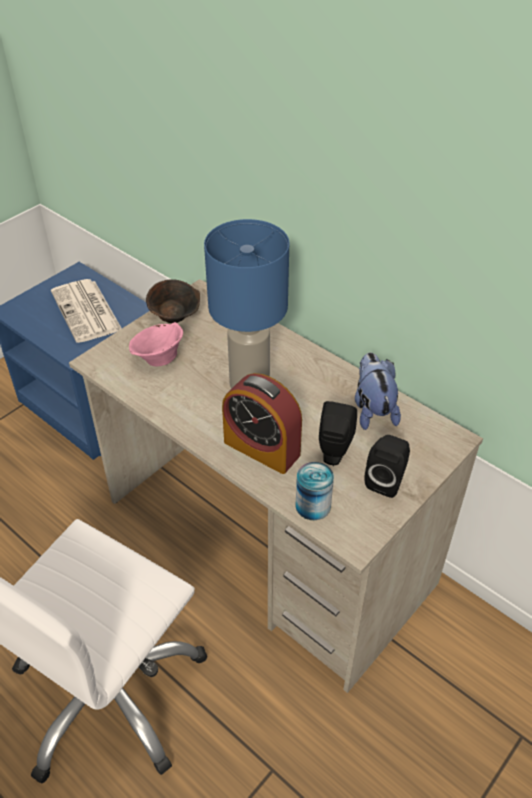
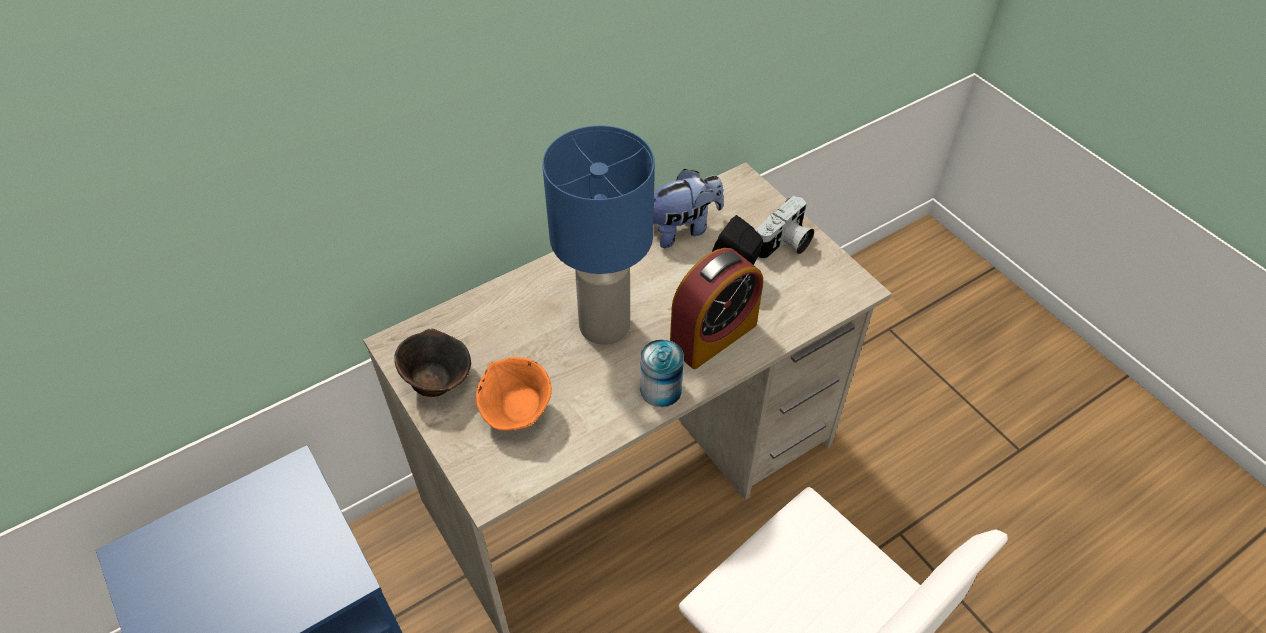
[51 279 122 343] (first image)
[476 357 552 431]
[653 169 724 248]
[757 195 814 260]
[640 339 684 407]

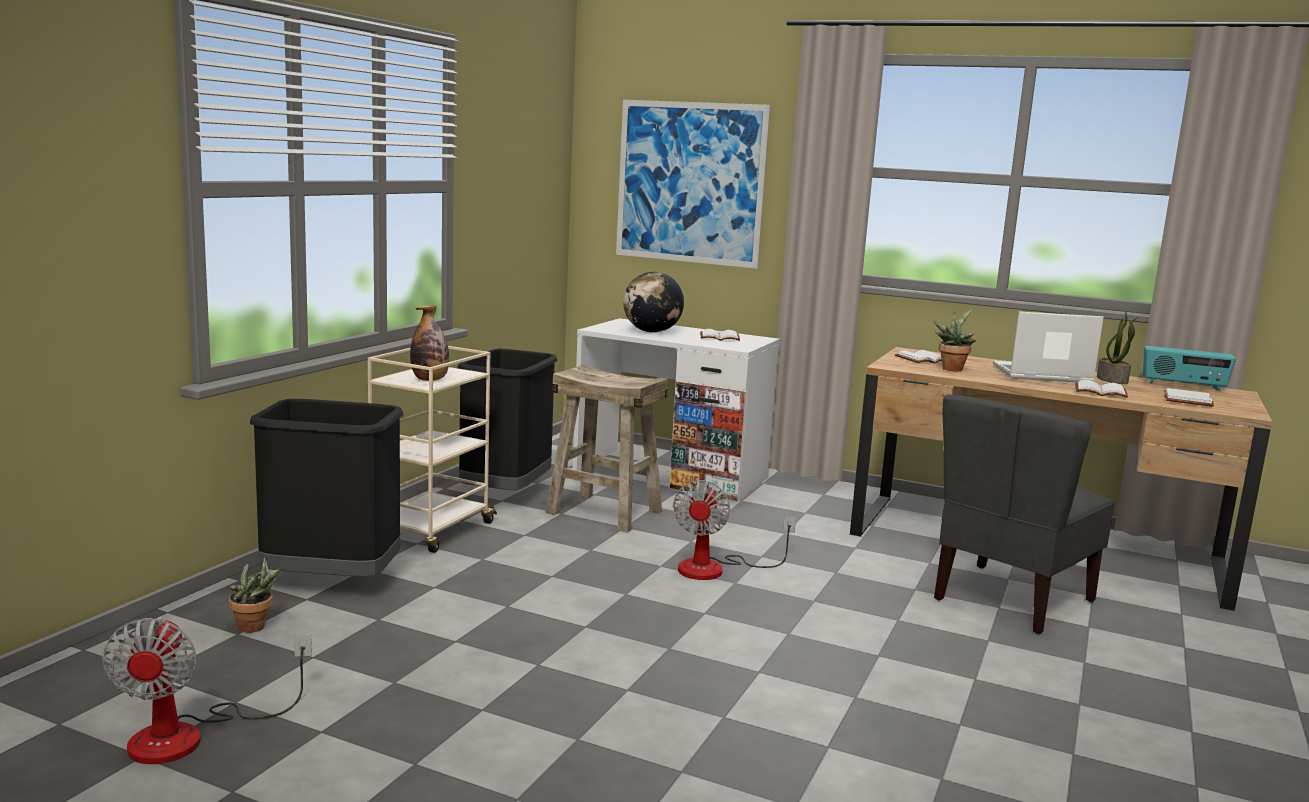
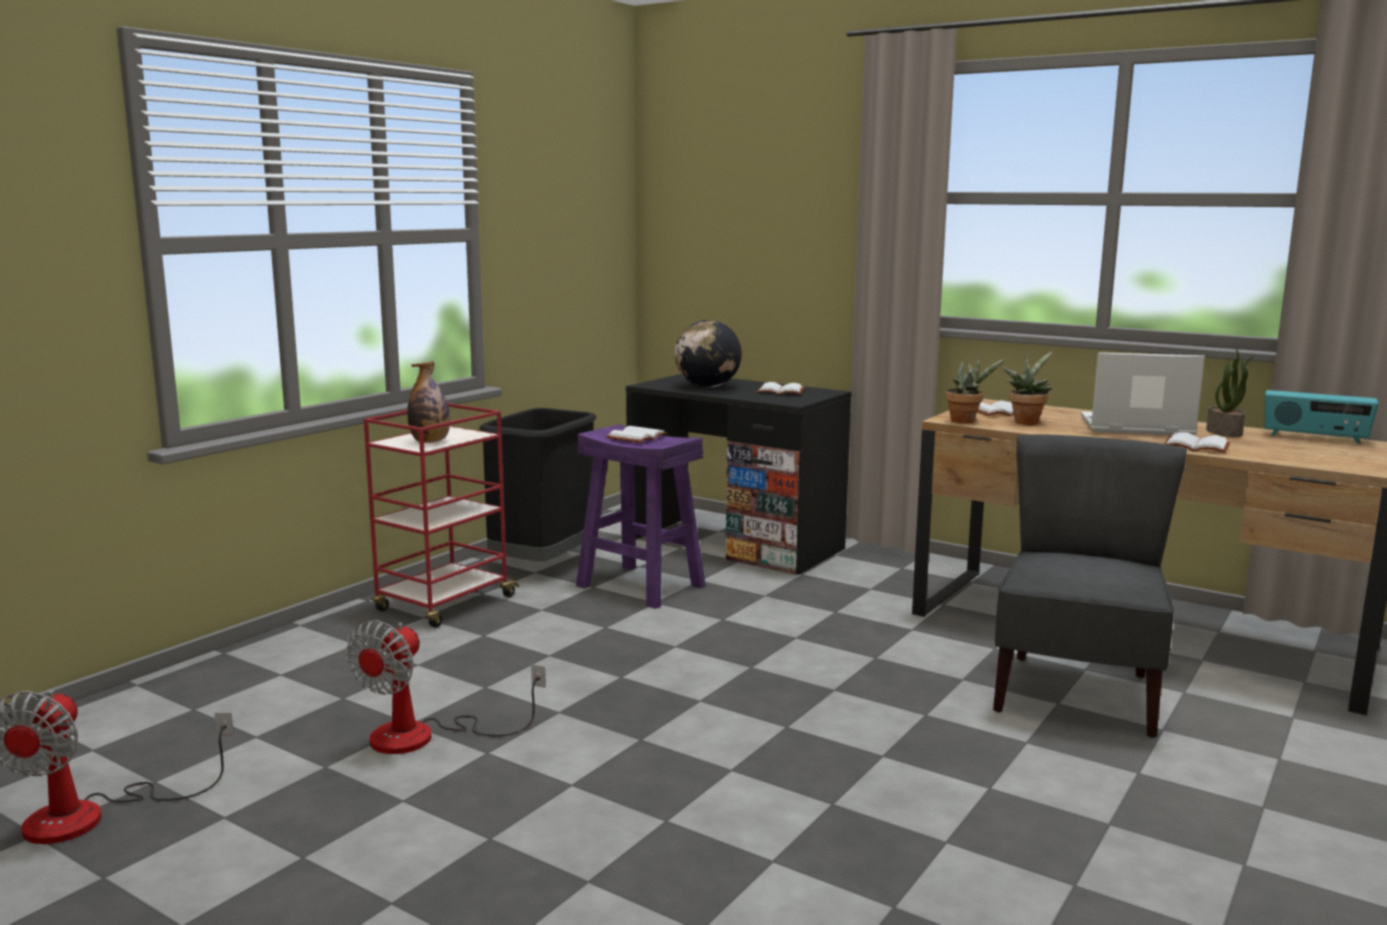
[616 100 771 269] (first image)
[626 374 852 575]
[364 403 519 628]
[576 424 706 609]
[606 426 667 443]
[993 435 1187 738]
[250 399 404 577] (first image)
[346 620 546 754]
[946 355 1006 424]

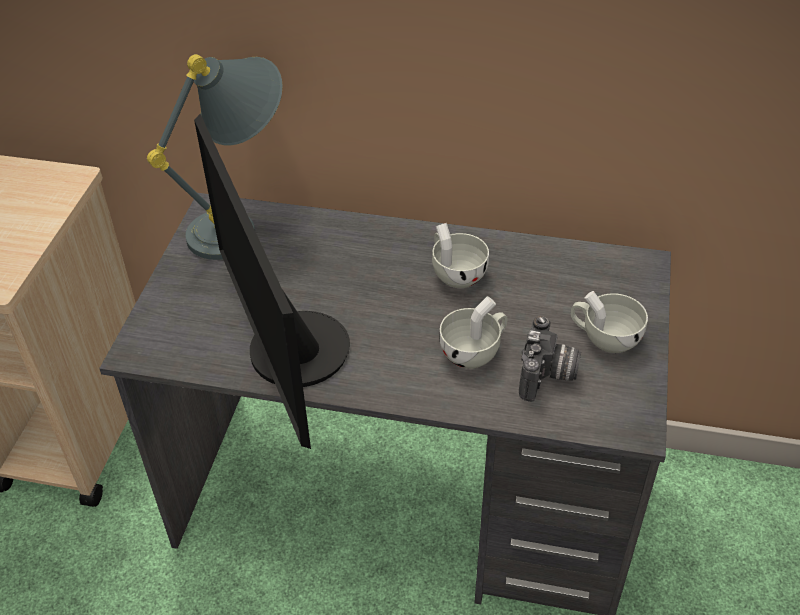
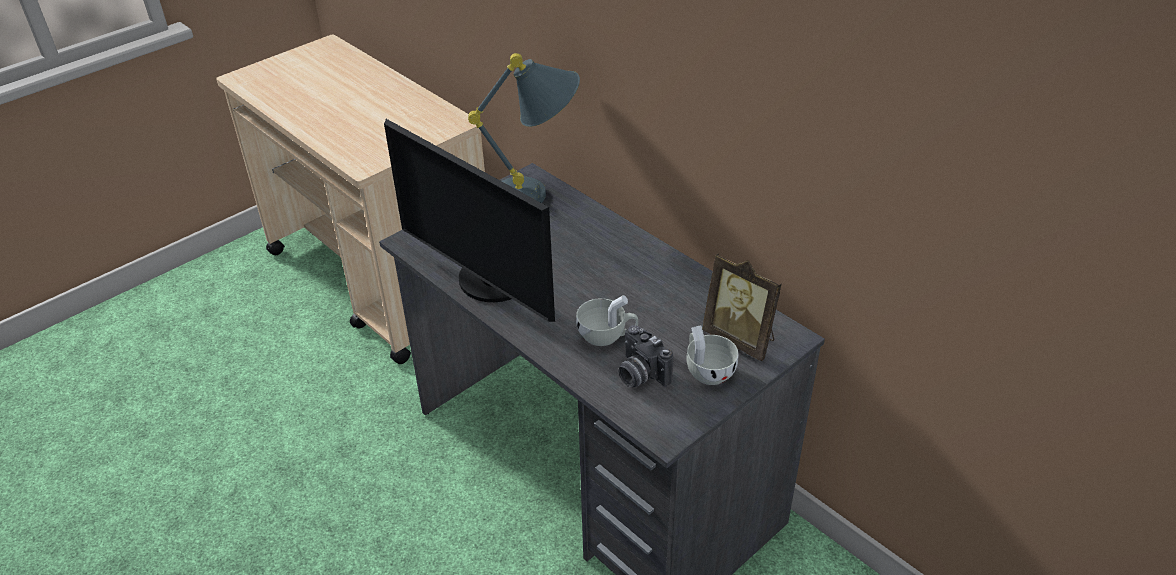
[384 119 555 322]
[432 223 489 288] (first image)
[618 325 673 387]
[702 253 782 361]

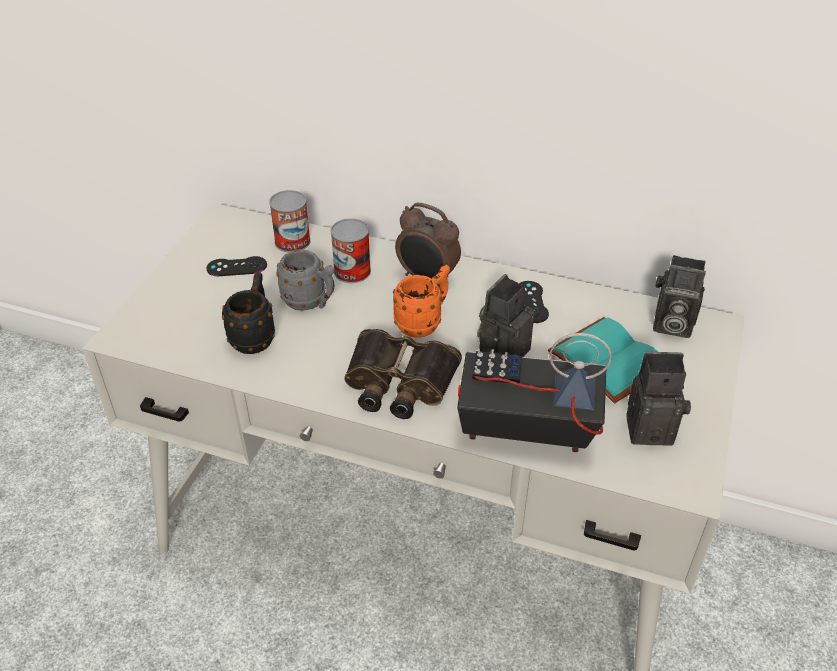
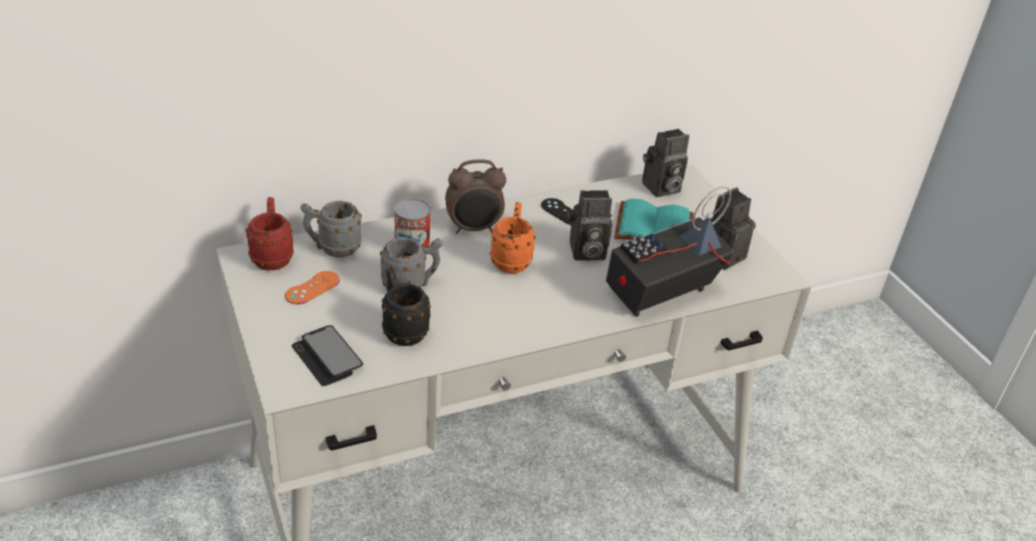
[300 201 362 257]
[285 271 340 304]
[568 190 612 261]
[344 329 462 419] (first image)
[245 197 294 270]
[292 325 363 386]

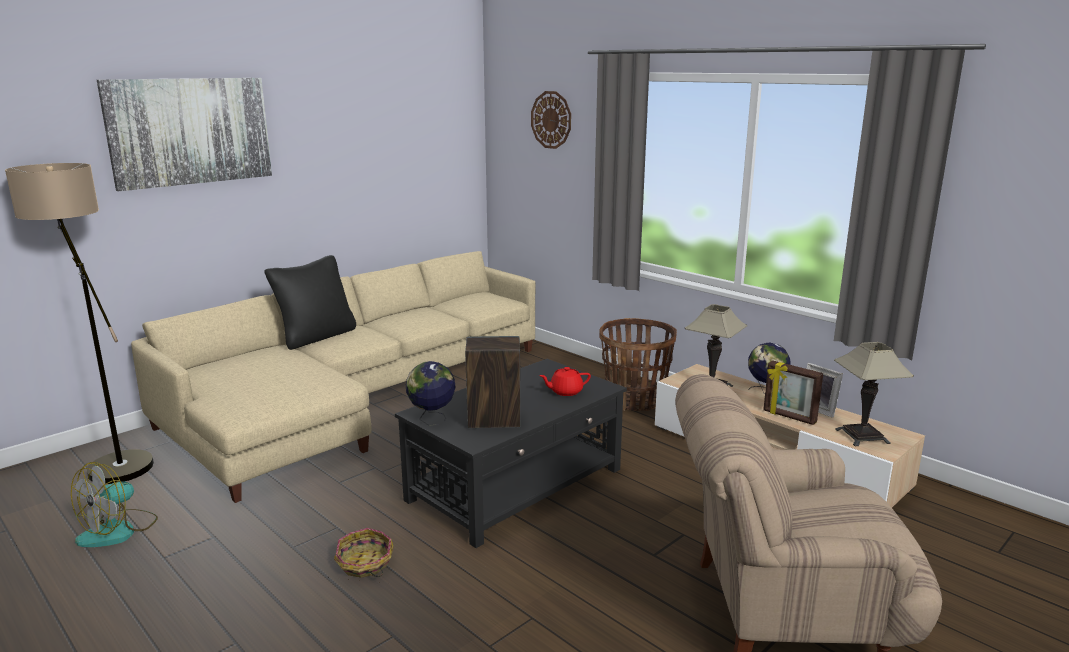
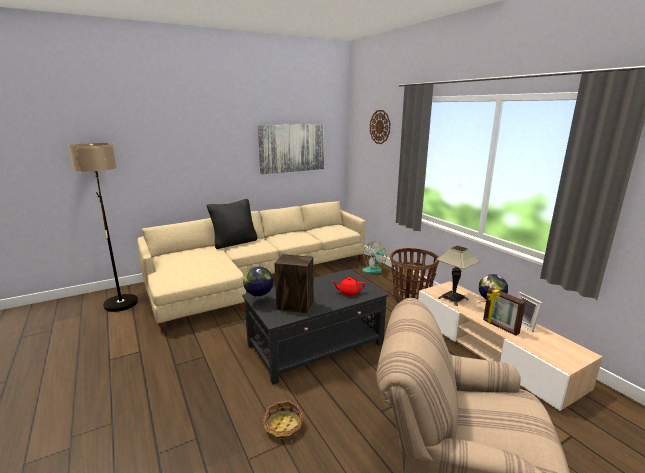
[258 124 324 174]
[834 342 914 446] (first image)
[362 242 387 273]
[263 400 304 443]

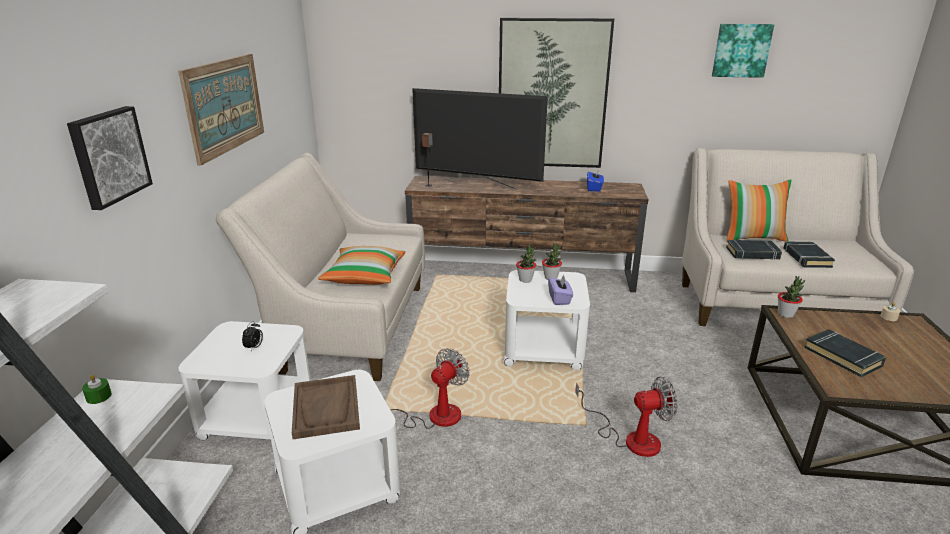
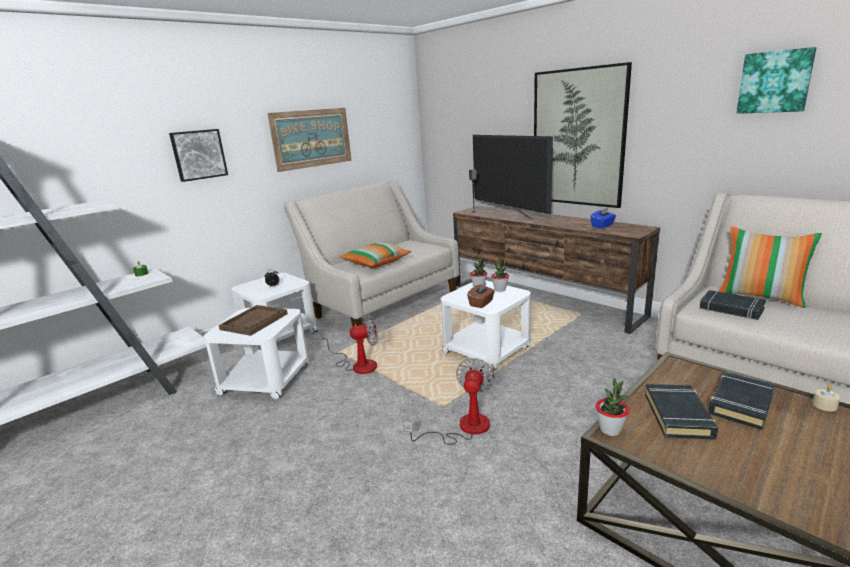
[709 372 775 430]
[467 282 495 308]
[596 378 629 436]
[403 358 495 445]

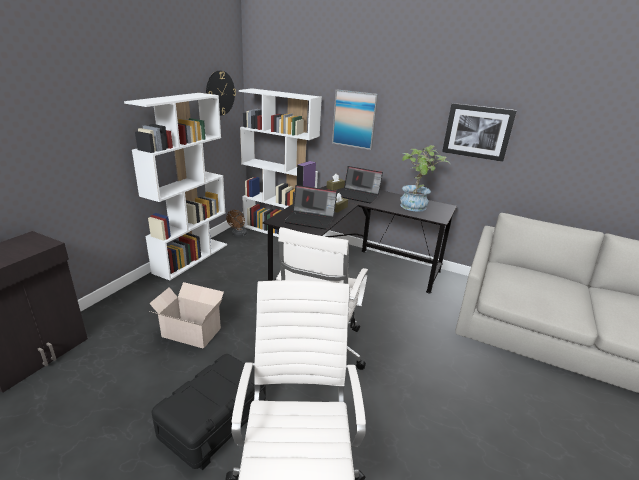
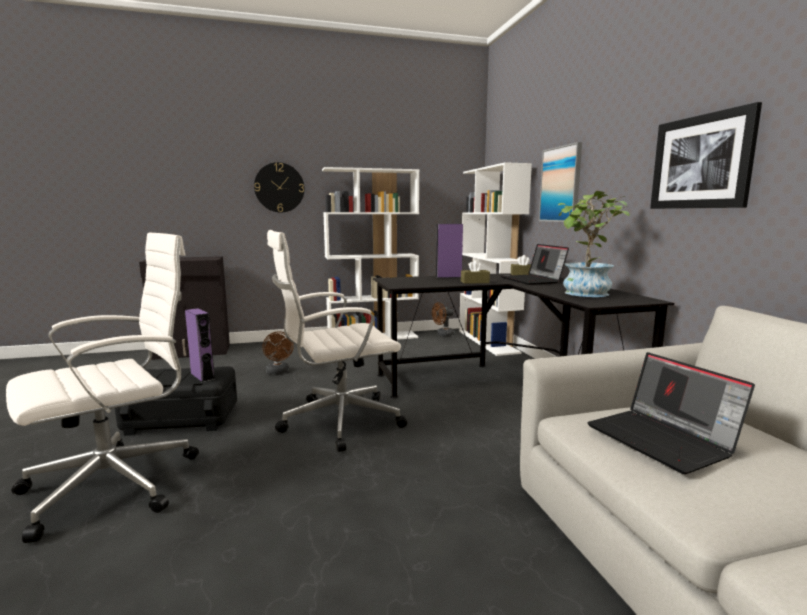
[254 162 304 213]
[587 352 755 474]
[262 331 294 374]
[185 308 215 382]

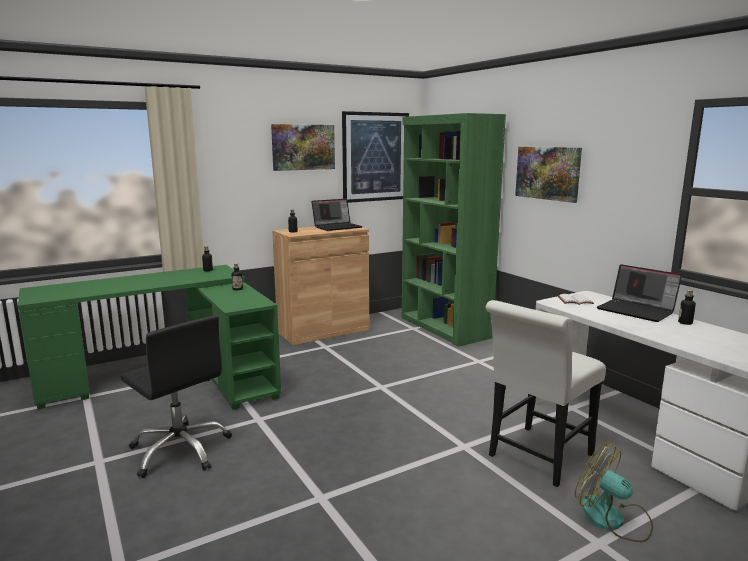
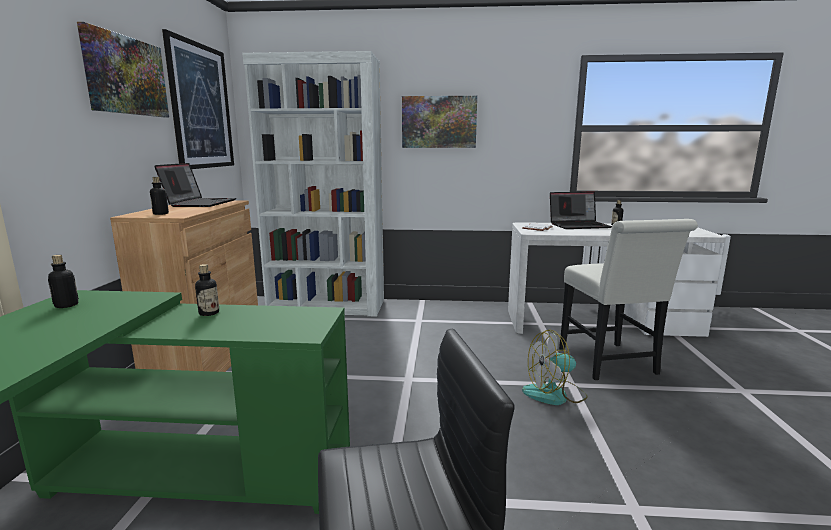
[242 51 384 317]
[522 330 588 405]

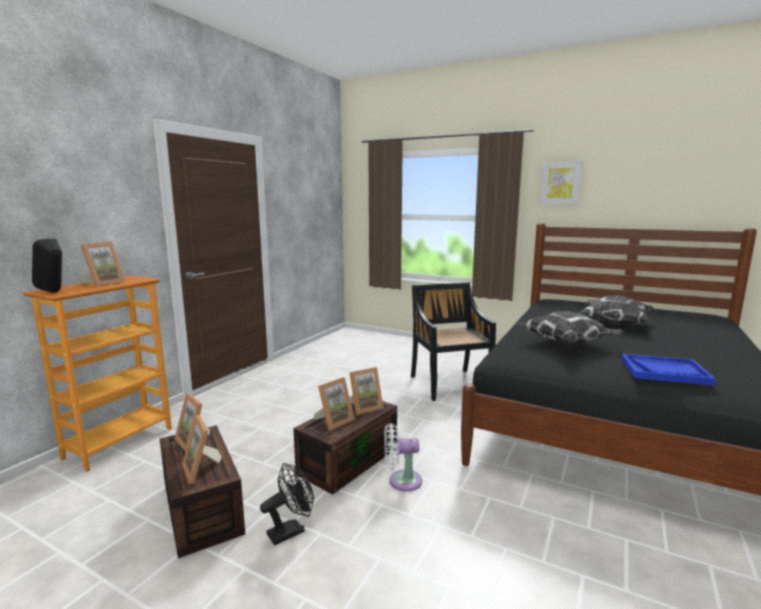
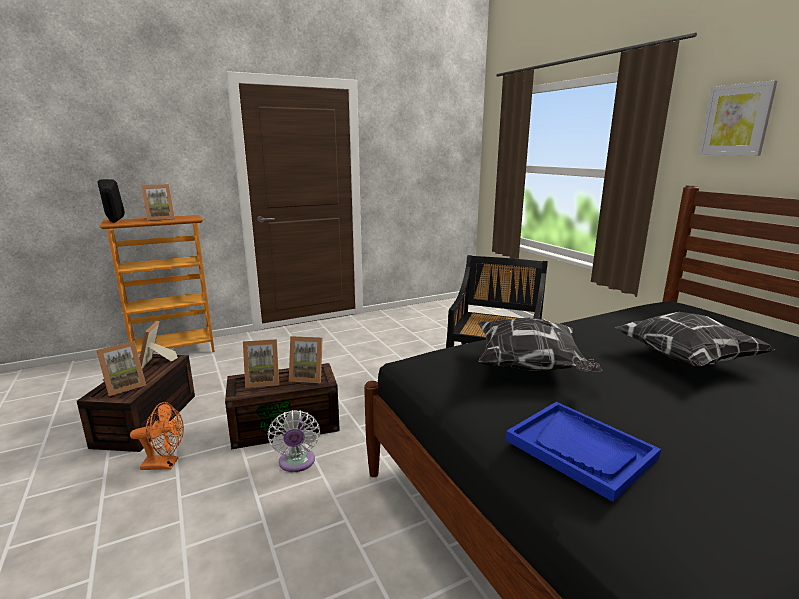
[96 341 146 396]
[267 410 320 472]
[130 402 184 470]

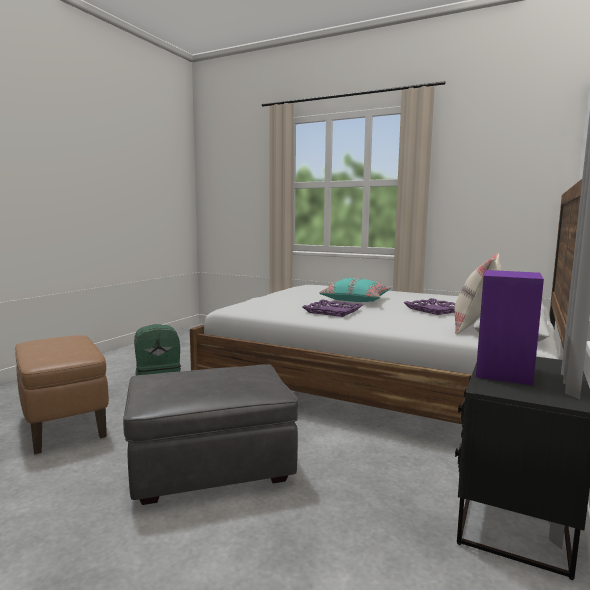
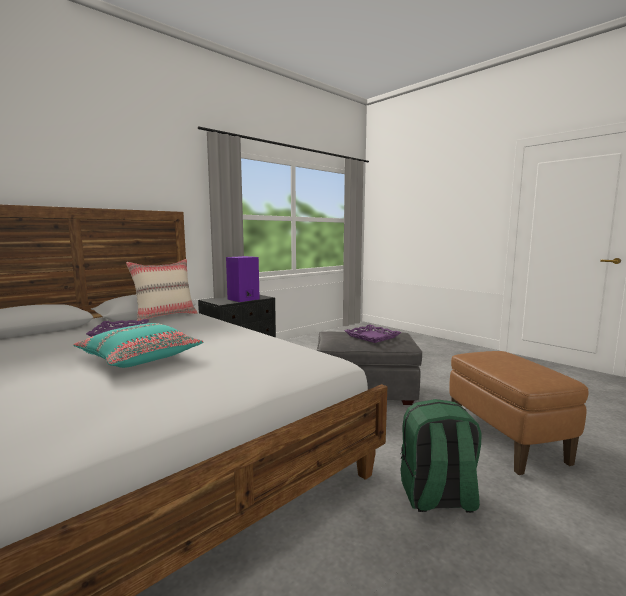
[344 325 402 343]

